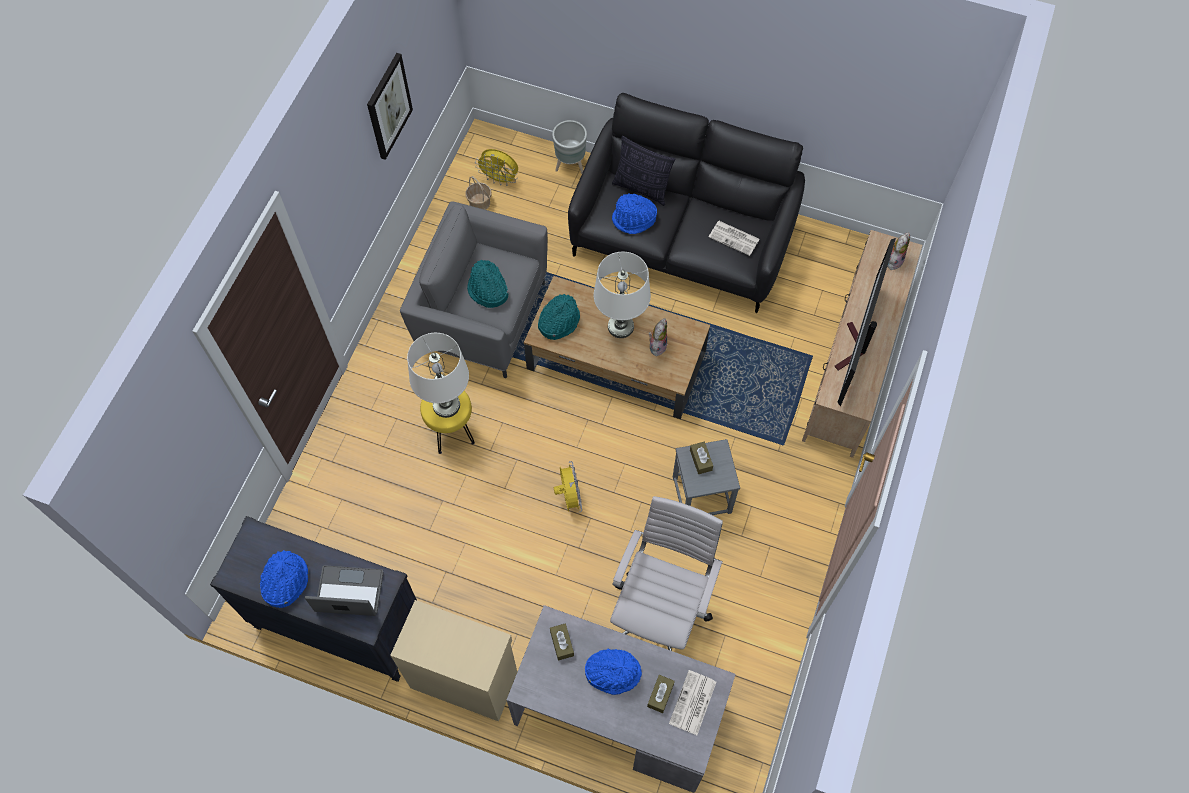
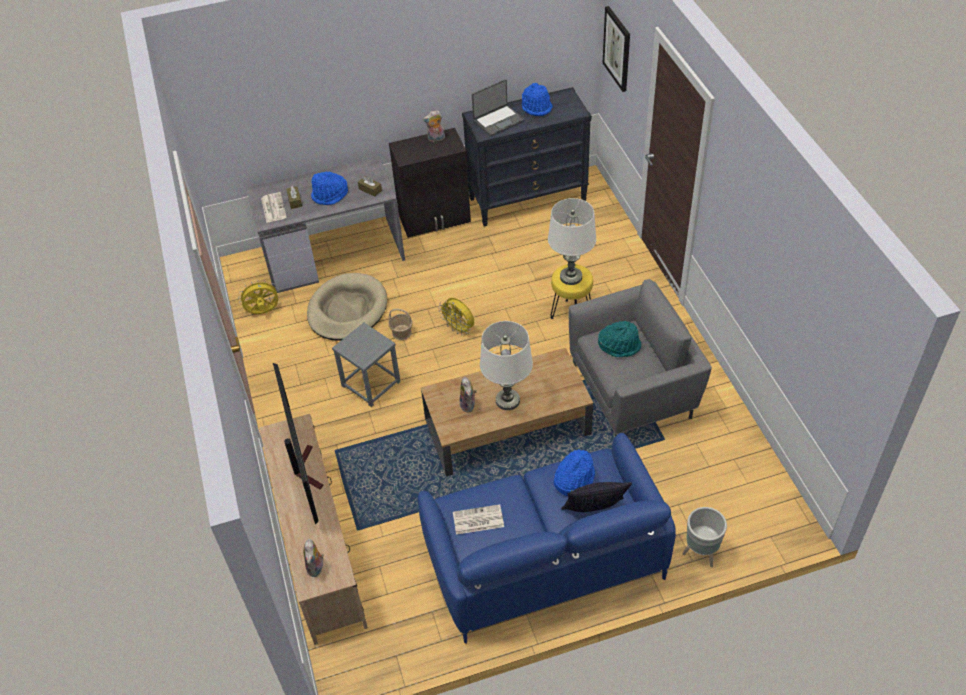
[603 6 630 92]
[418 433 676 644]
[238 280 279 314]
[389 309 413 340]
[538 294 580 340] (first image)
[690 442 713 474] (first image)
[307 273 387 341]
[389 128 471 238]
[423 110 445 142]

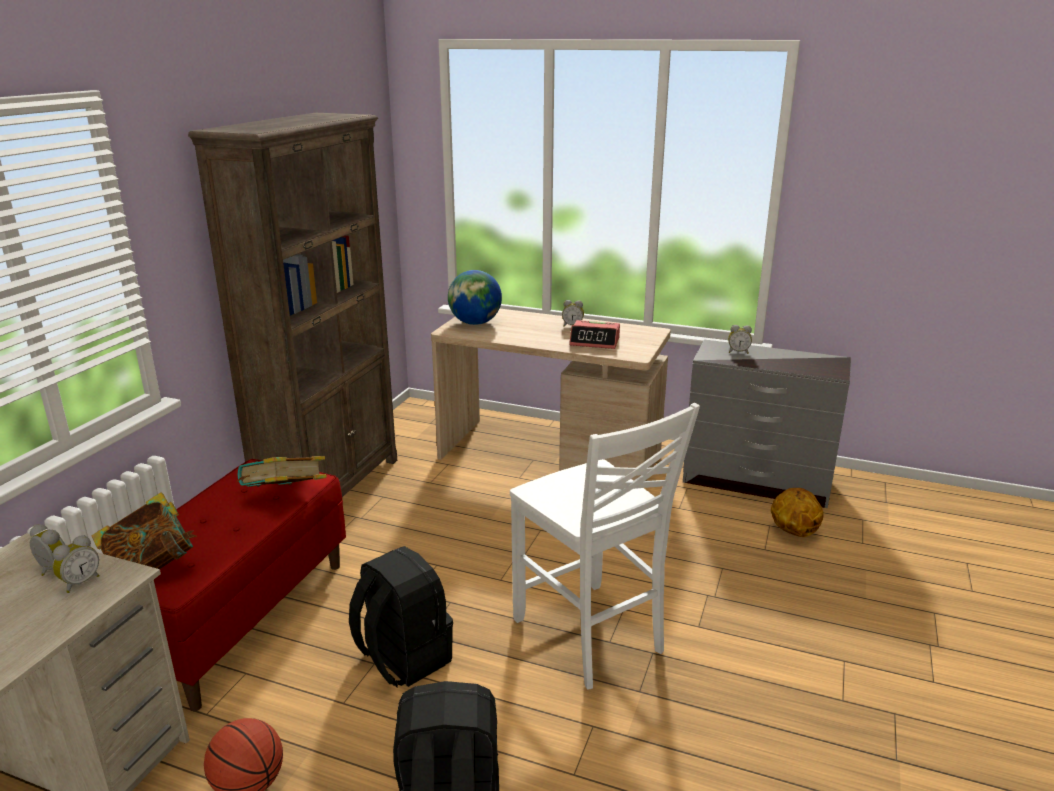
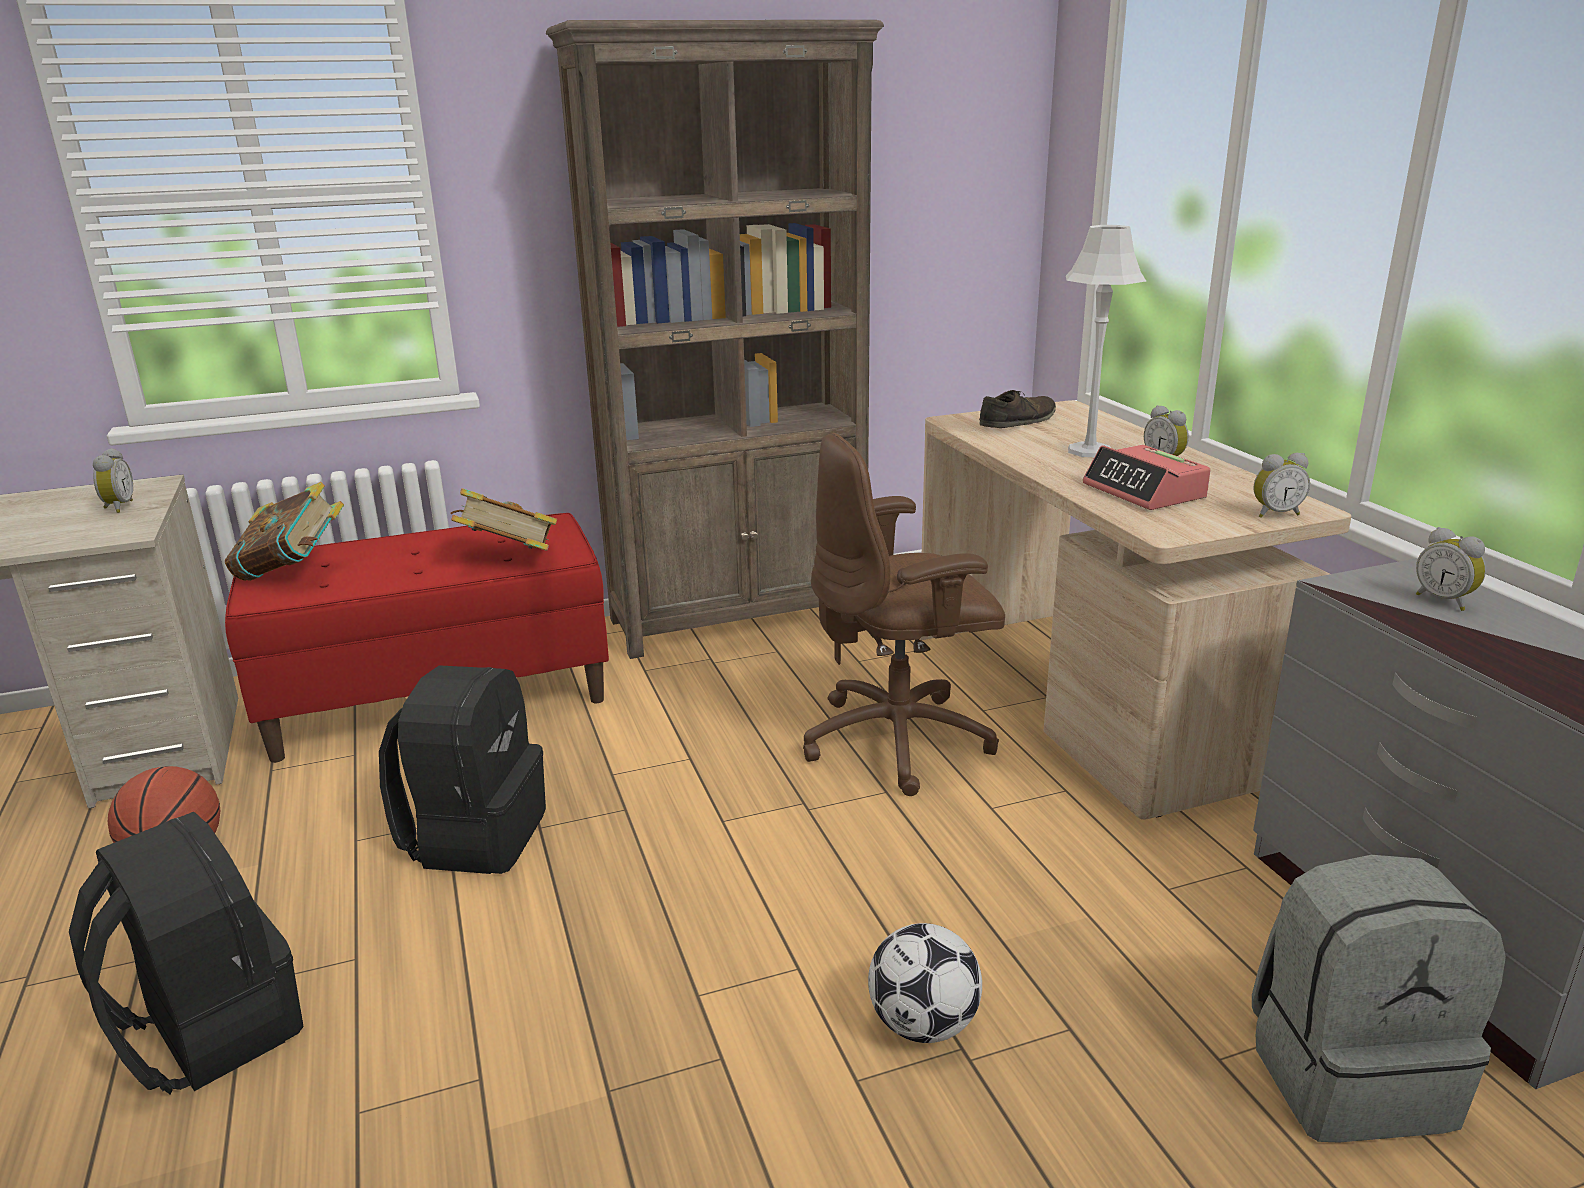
[979 390 1056 428]
[510 403 700 690] (first image)
[1252 855 1506 1143]
[1253 453 1310 518]
[1066 225 1146 457]
[803 433 1005 796]
[868 923 982 1043]

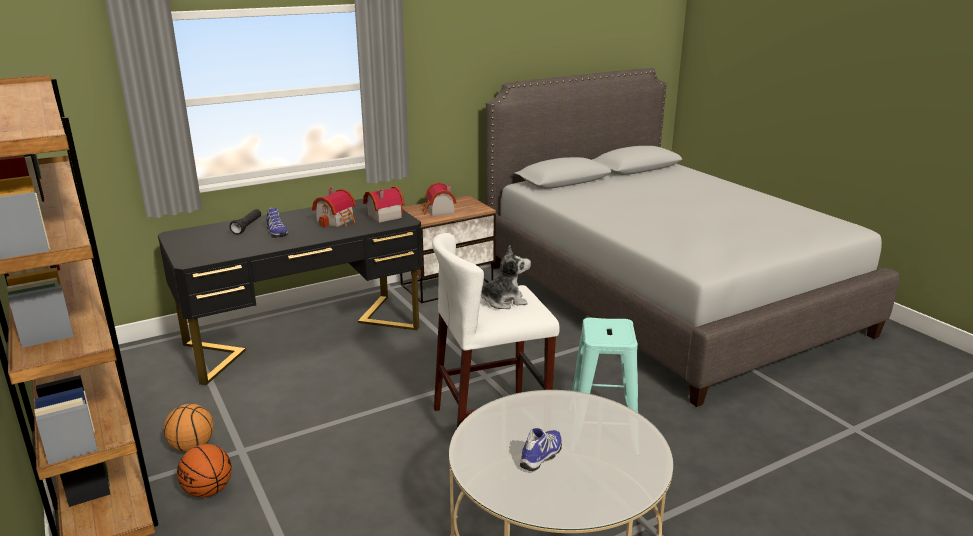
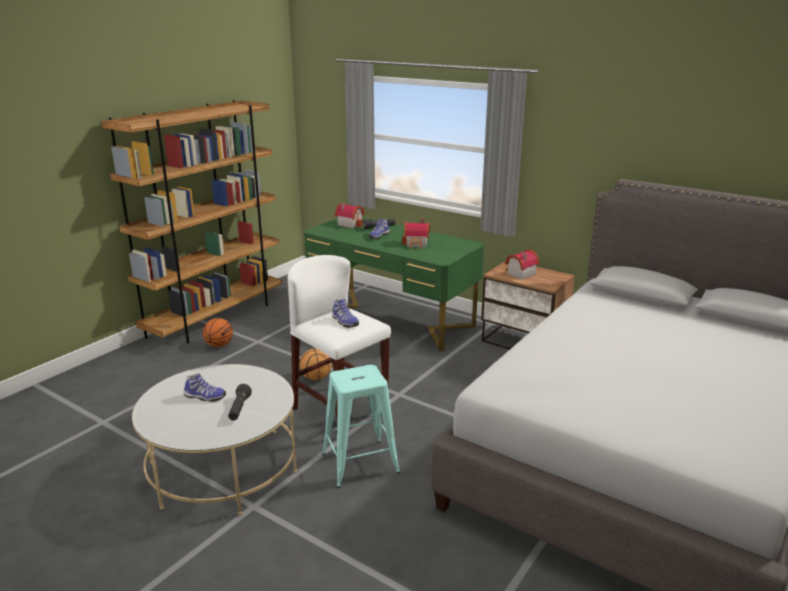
[335 203 365 228]
[304 217 484 351]
[332 299 359 328]
[300 348 332 380]
[228 384 252 420]

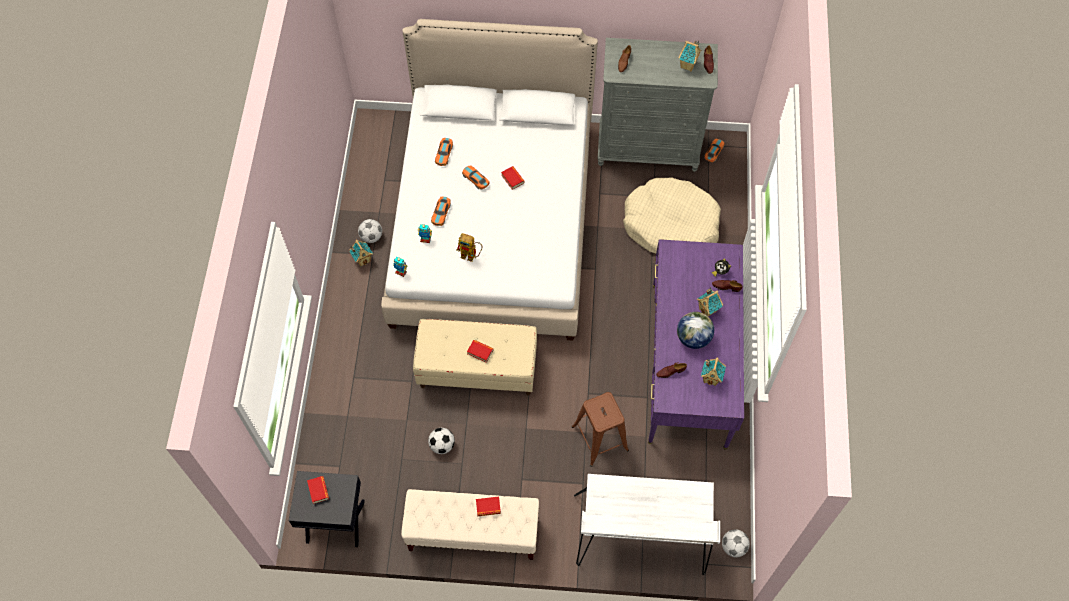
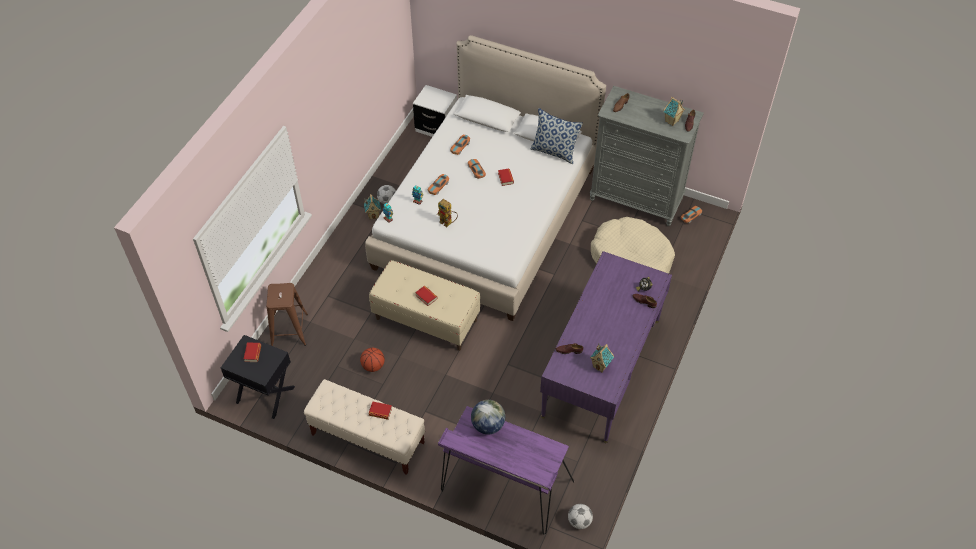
[697 287 723 316] (first image)
[471 400 505 435]
[266 283 308 346]
[360 348 385 372]
[438 406 574 534]
[413 85 457 137]
[531 108 583 164]

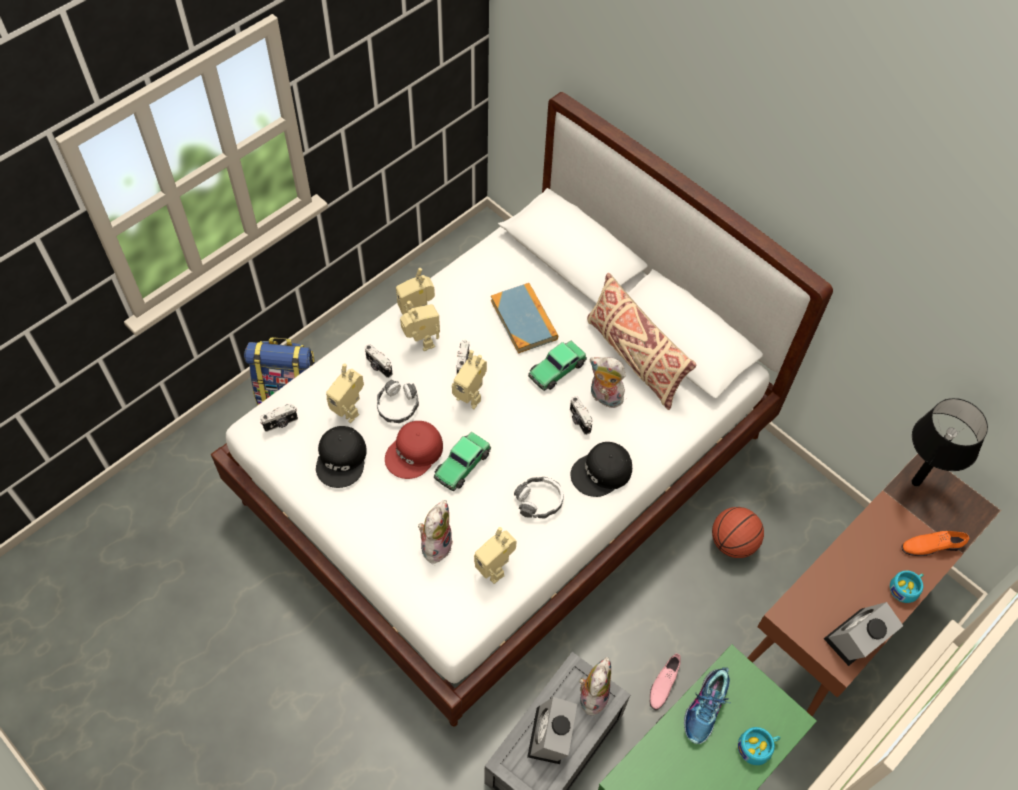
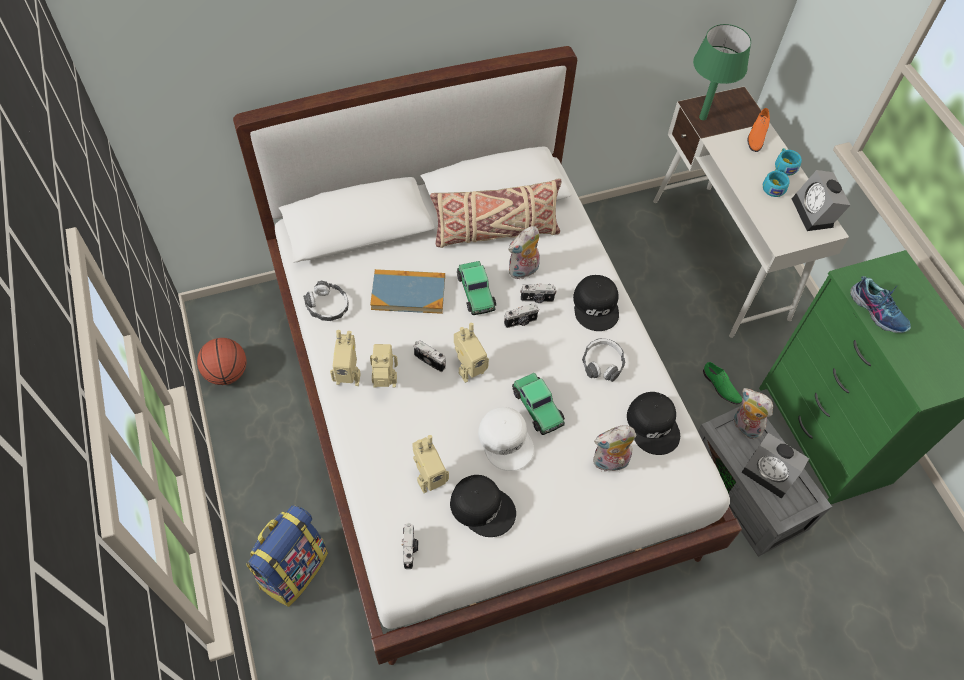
[504 304 539 328]
[303 281 349 321]
[693 24 751 120]
[478 407 534 471]
[653 86 849 338]
[593 425 636 472]
[197 338 247 385]
[627 392 680 455]
[703 362 742 405]
[763 169 790 197]

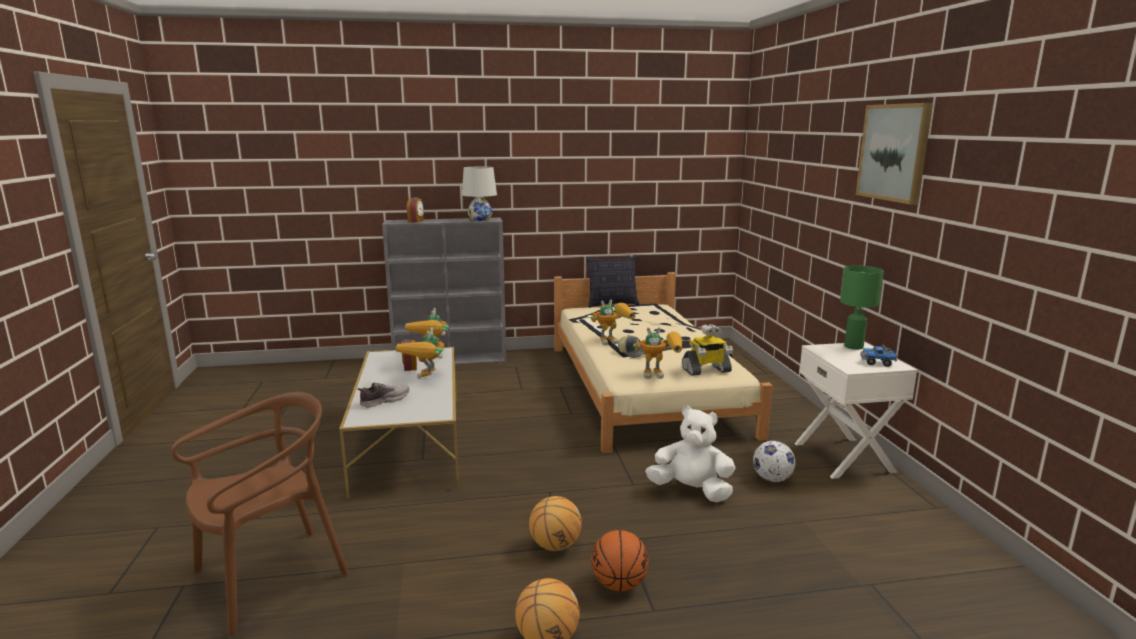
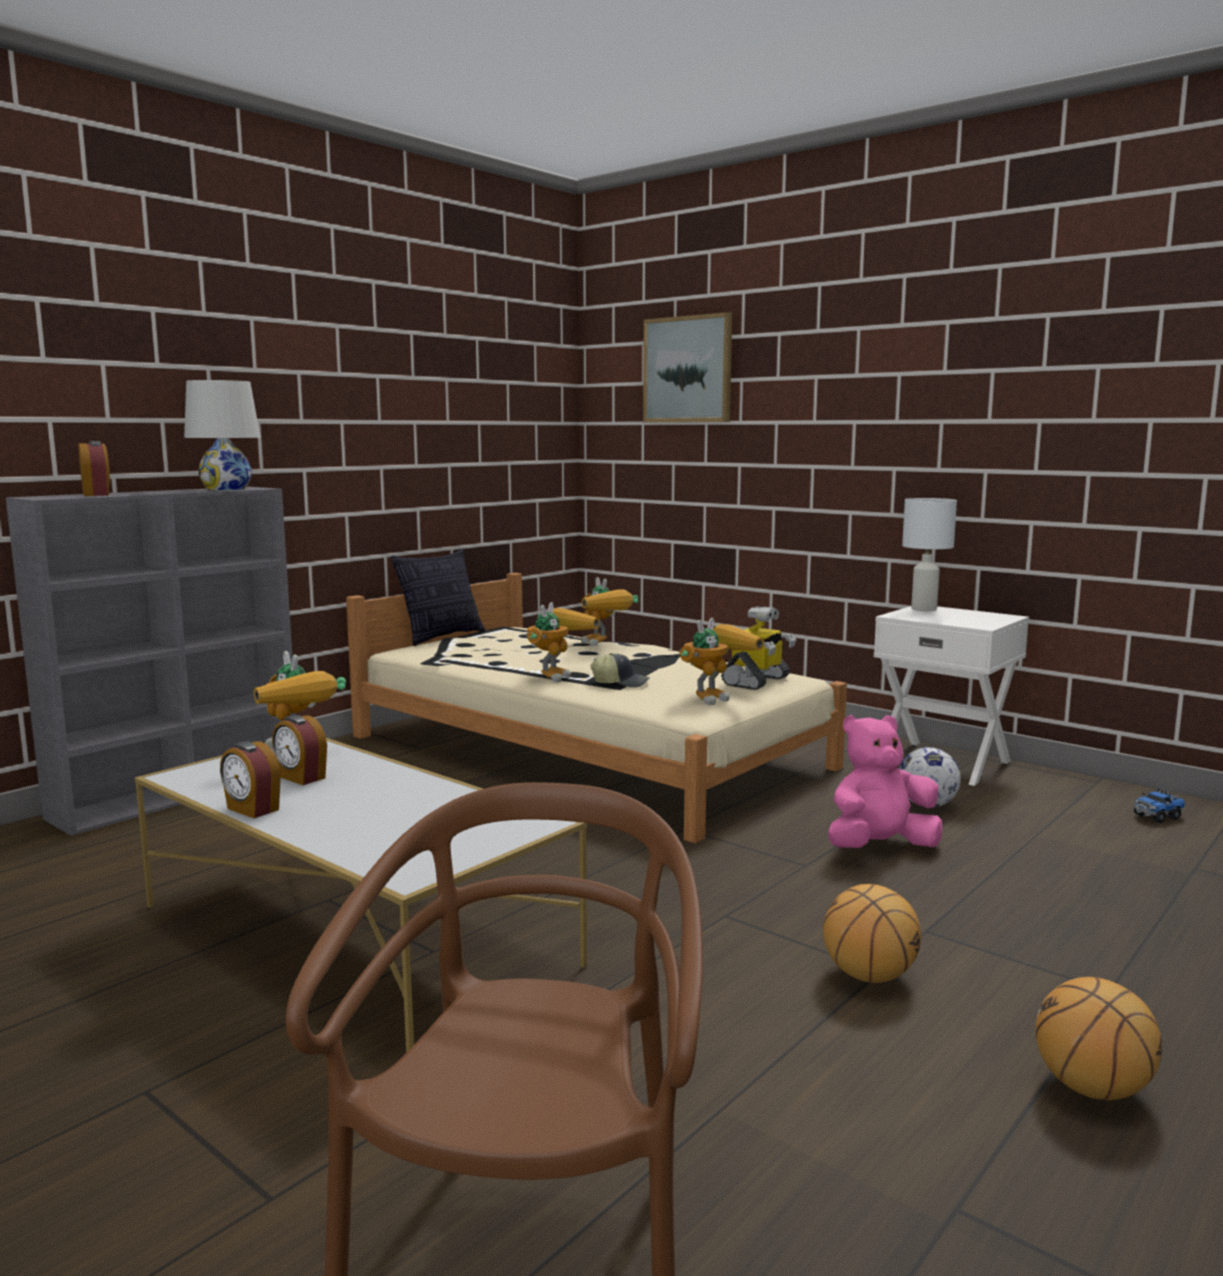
[643 312 732 422]
[902 498 957 611]
[581 577 638 646]
[1134 788 1185 823]
[357 383 409 408] (first image)
[828 715 942 848]
[591 530 649 591] (first image)
[220 741 281 818]

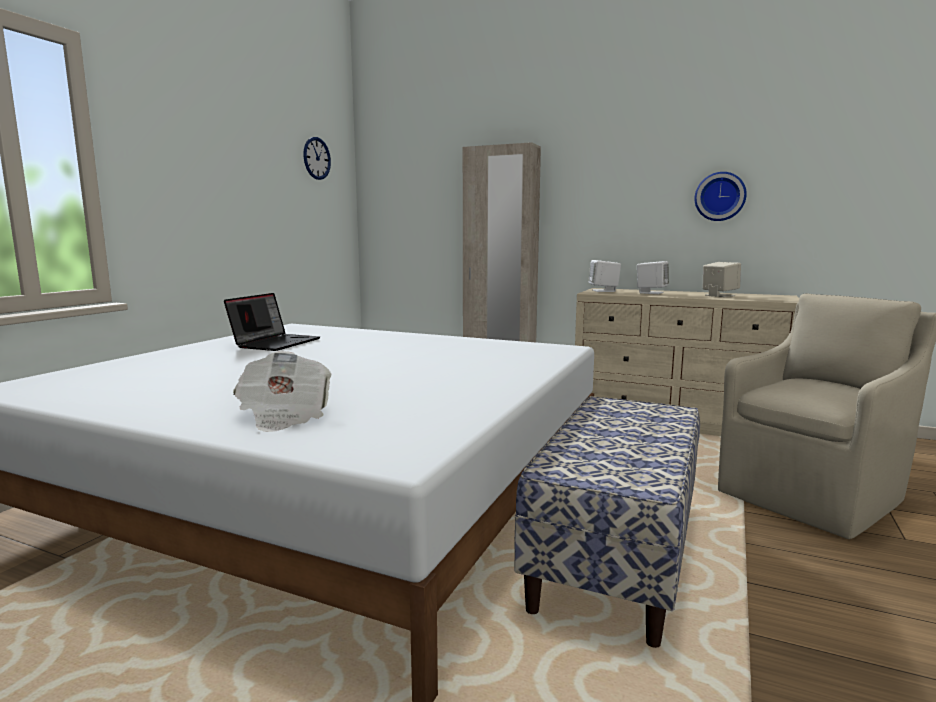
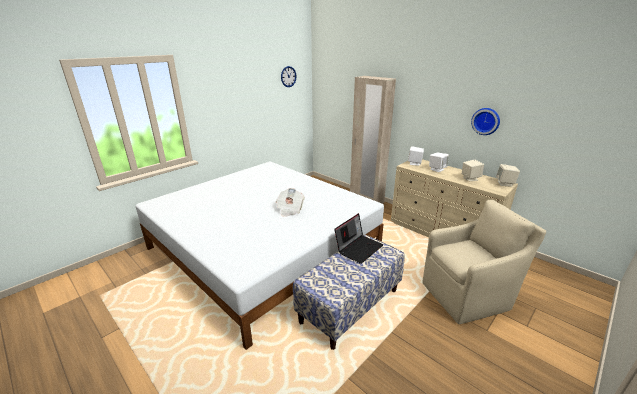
[334 213 383 264]
[276 188 305 217]
[496 164 520 187]

